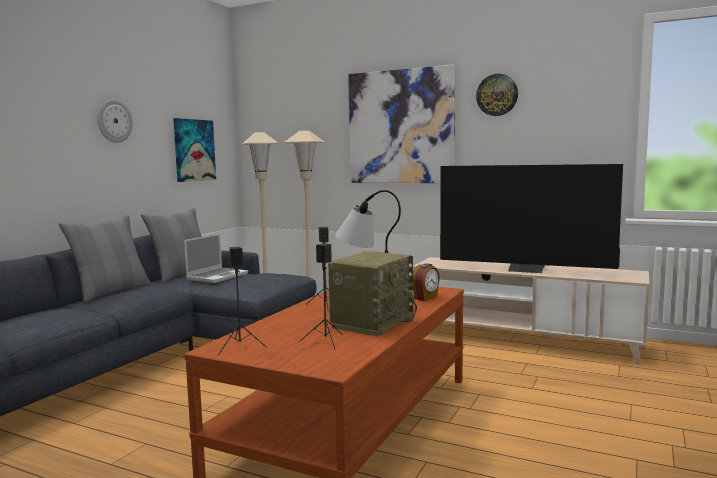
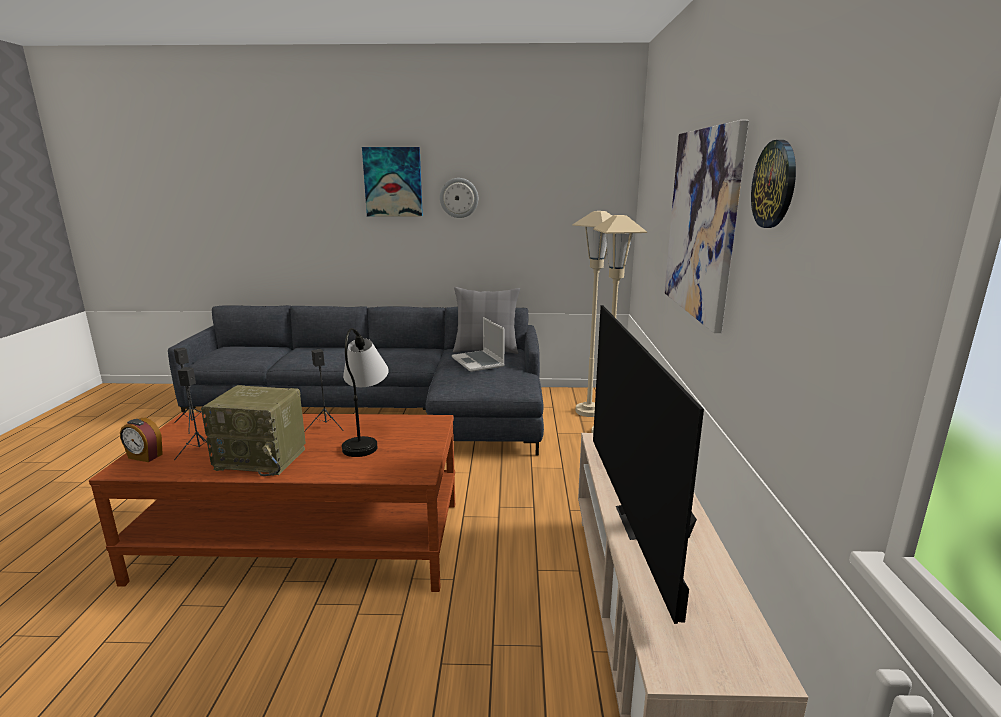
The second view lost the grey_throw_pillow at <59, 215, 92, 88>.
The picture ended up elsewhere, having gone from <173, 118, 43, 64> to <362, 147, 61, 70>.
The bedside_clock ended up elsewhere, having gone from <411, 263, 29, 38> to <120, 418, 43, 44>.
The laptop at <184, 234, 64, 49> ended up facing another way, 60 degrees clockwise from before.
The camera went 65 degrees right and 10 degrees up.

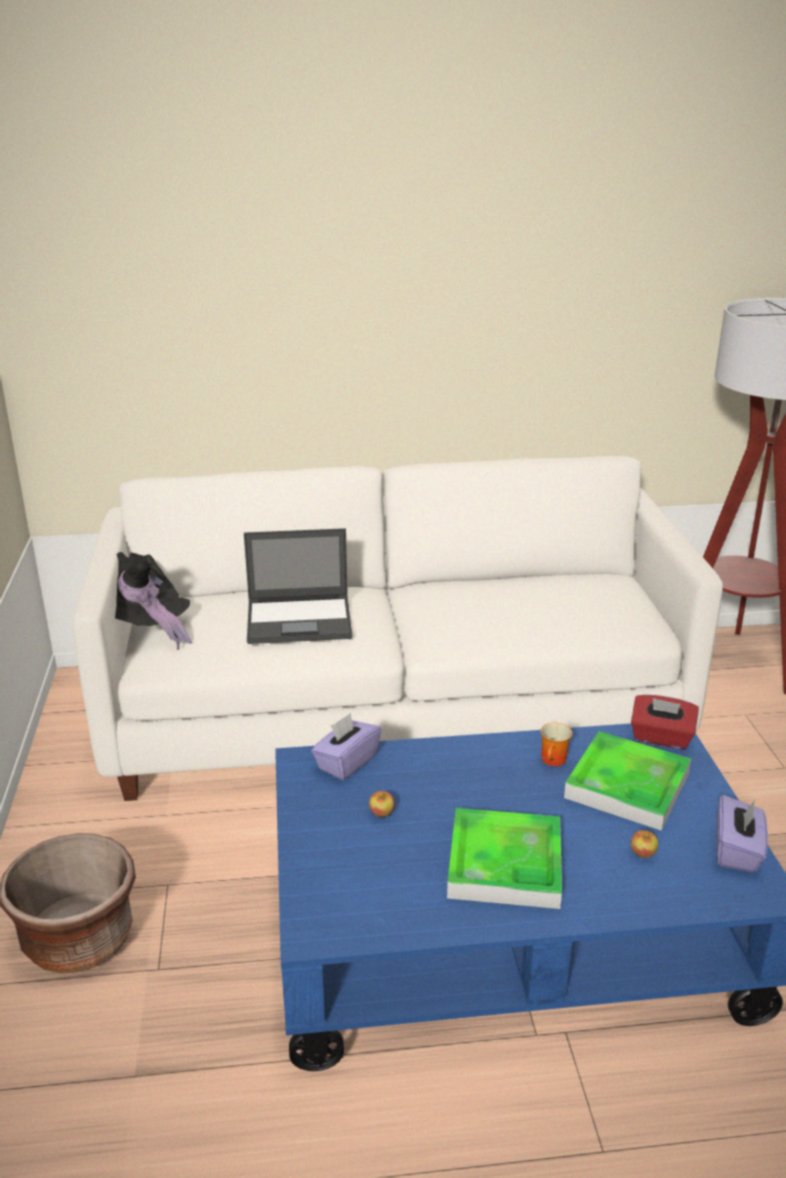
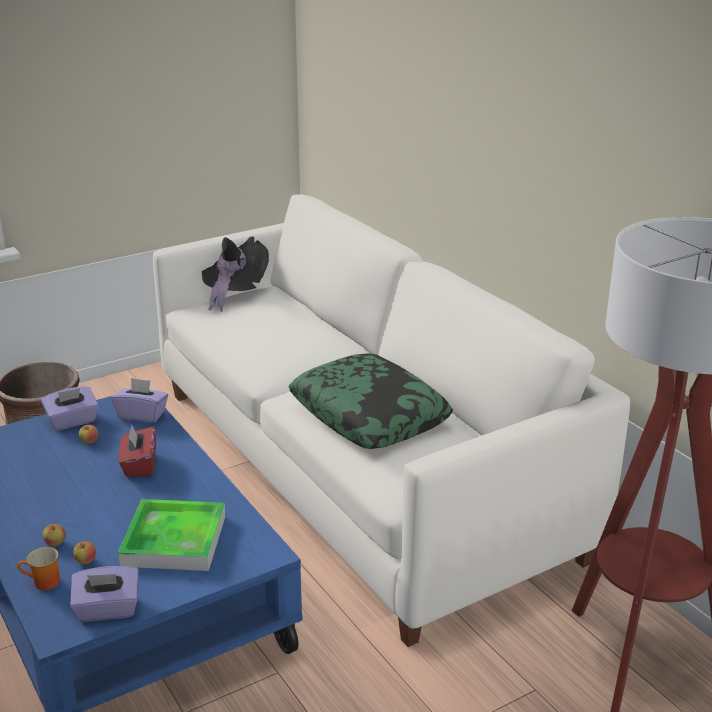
The second view lost the laptop at <244, 528, 108, 116>.
The second view lost the tray at <447, 808, 115, 101>.
The second view gained the purplish_tissue_holder at <41, 387, 58, 44>.
The second view gained the apple_fruit at <43, 524, 23, 22>.
The second view gained the throw_pillow at <288, 354, 165, 95>.
The tea_mug ended up elsewhere, having gone from <541, 723, 31, 43> to <17, 547, 43, 43>.
The red-coloured_tissue_holder ended up elsewhere, having gone from <631, 695, 68, 54> to <119, 425, 37, 52>.
The camera went 65 degrees right and 0 degrees up.

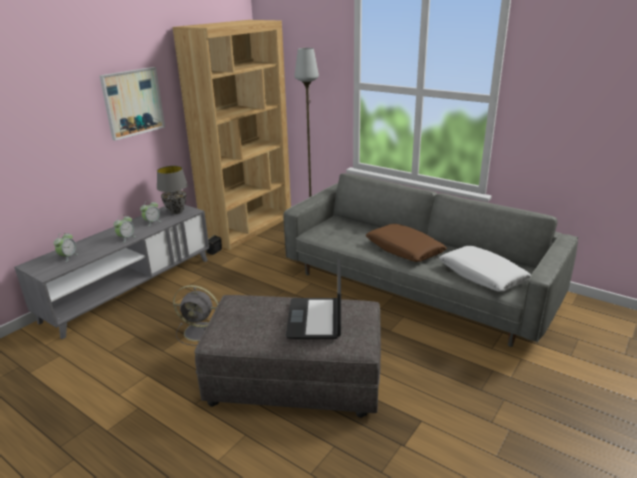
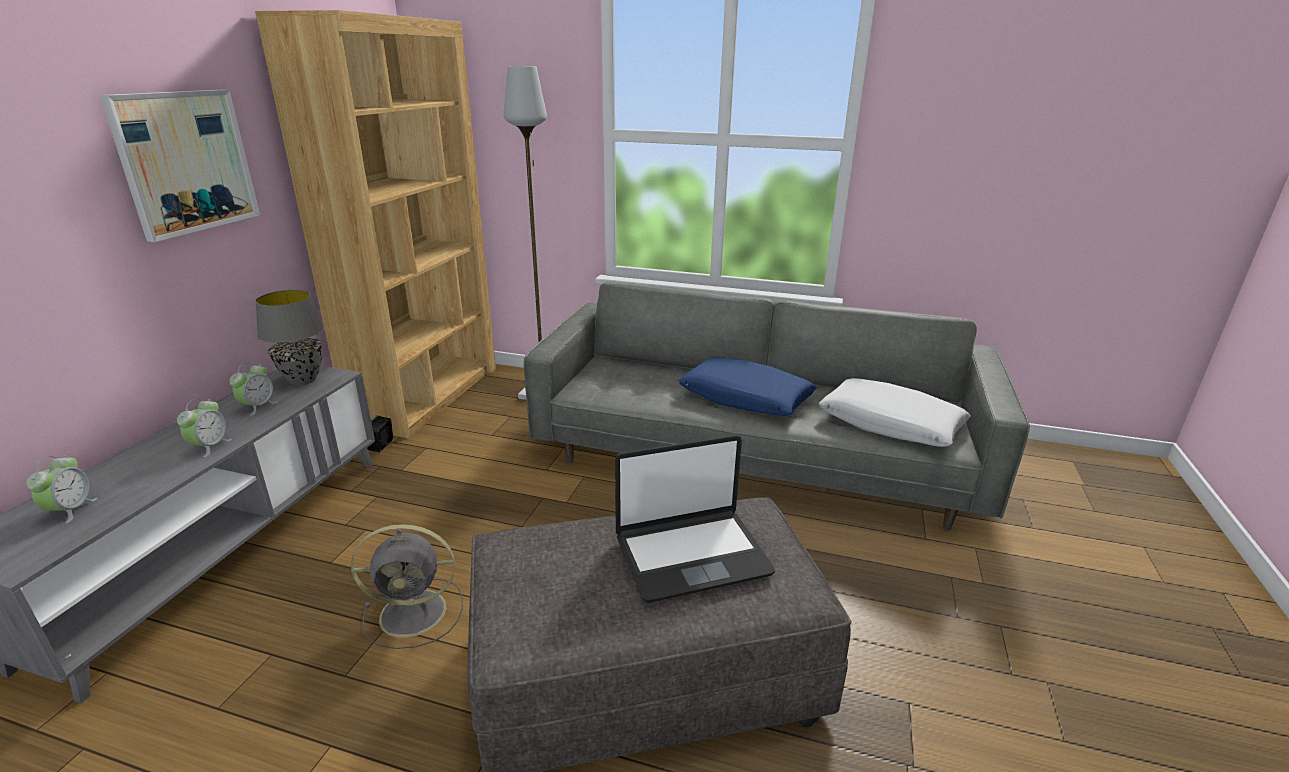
What was the brown_throw_pillow at <366, 224, 81, 38> turned into the blue_throw_pillow at <678, 357, 139, 59>.
The laptop at <286, 258, 55, 81> ended up facing another way, 90 degrees counterclockwise from before.
The camera went 20 degrees left and 0 degrees up.

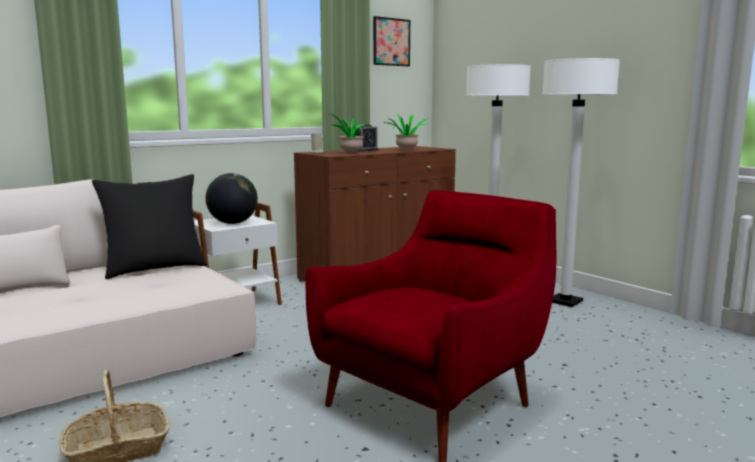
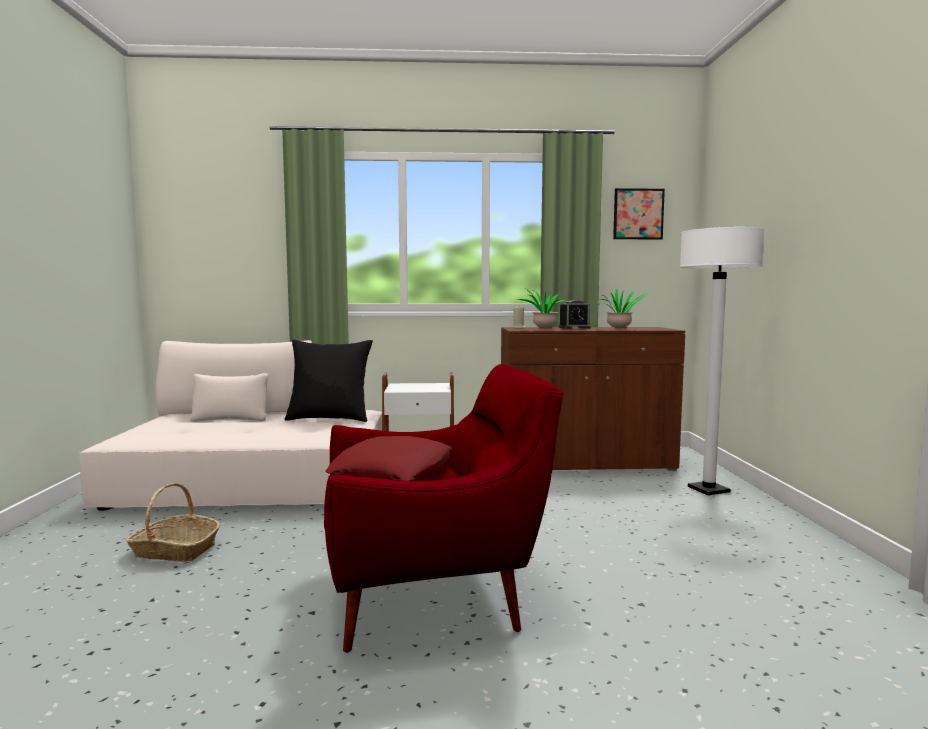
The second view lost the desk_globe at <206, 173, 52, 51>.
The second view lost the white_floor_lamp at <542, 58, 78, 249>.
The second view gained the red-coloured_throw_pillow at <325, 436, 128, 45>.
The camera went 35 degrees right and 5 degrees down.

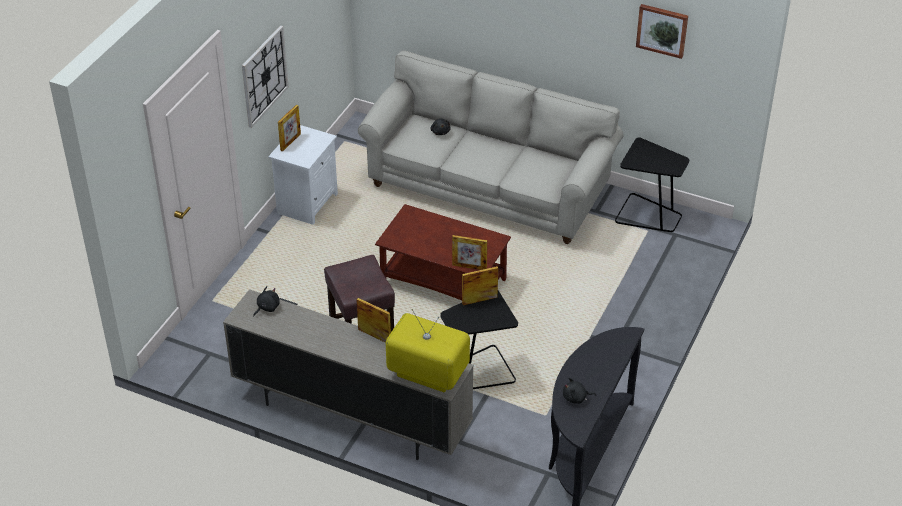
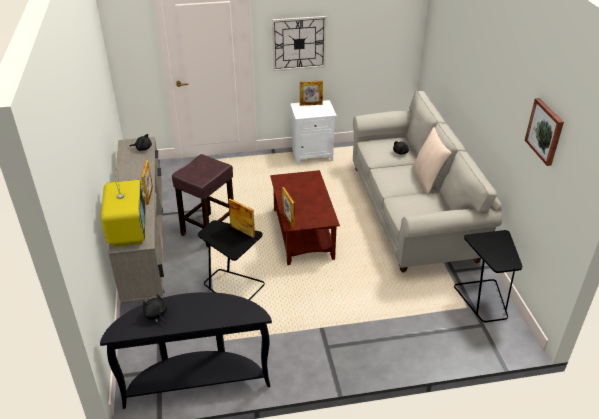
The second view gained the beige_throw_pillow at <412, 127, 40, 67>.
The camera went 55 degrees right and 5 degrees down.

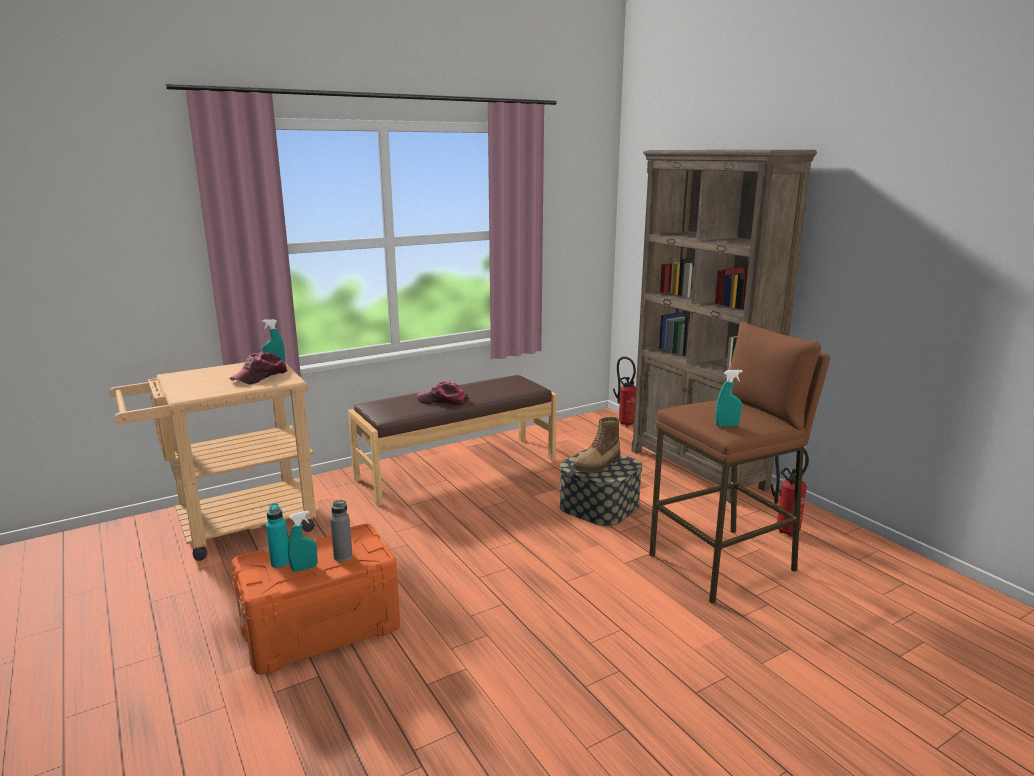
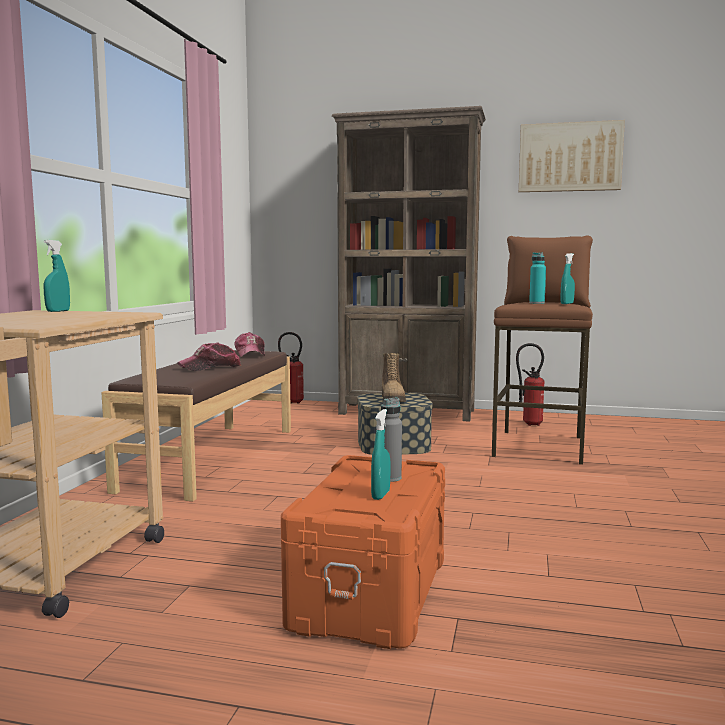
The second view gained the picture at <519, 120, 106, 72>.
The baseball_cap ended up elsewhere, having gone from <230, 352, 58, 32> to <234, 332, 31, 25>.
The turquoise_drink_bottle ended up elsewhere, having gone from <266, 503, 24, 65> to <529, 252, 17, 52>.
The camera went 45 degrees left and 10 degrees down.

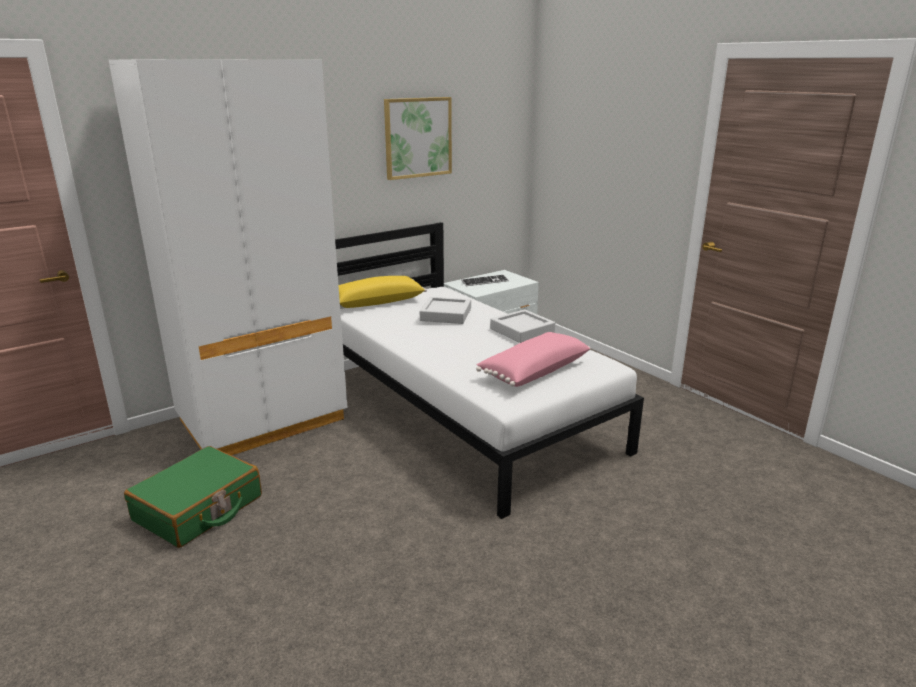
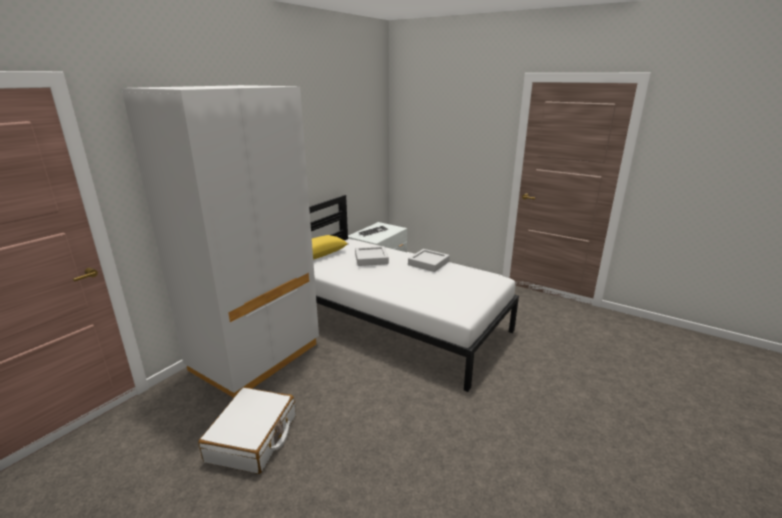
The second view lost the picture at <384, 97, 68, 83>.
The second view lost the pink-coloured_throw_pillow at <476, 332, 115, 55>.
What was the greenish_piece_of_luggage at <124, 446, 138, 102> turned into the white_piece_of_luggage at <198, 387, 98, 87>.
The camera went 20 degrees left and 0 degrees up.

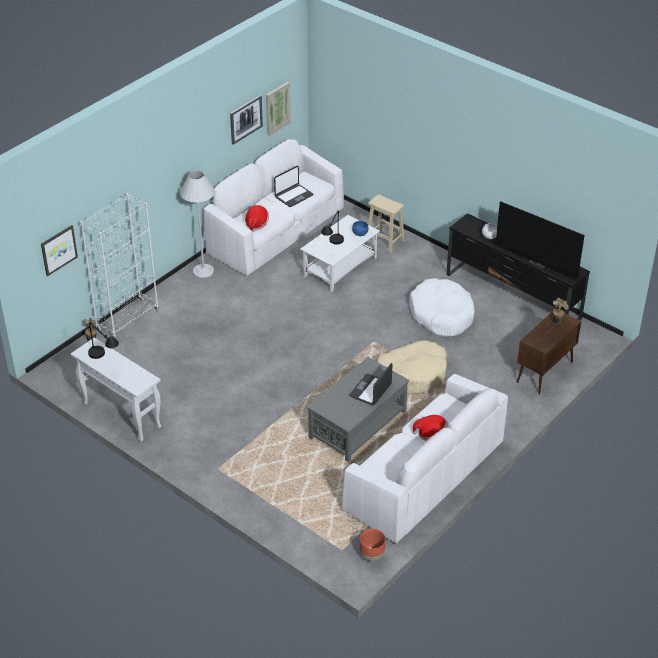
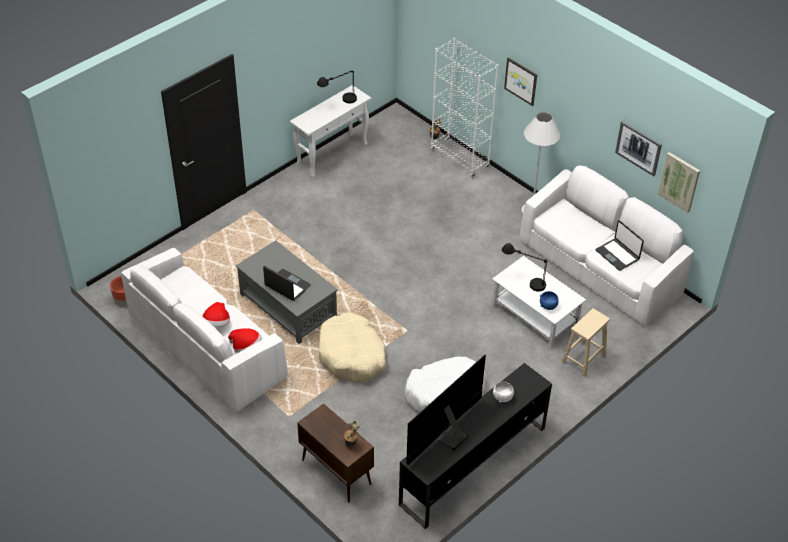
The picture ended up elsewhere, having gone from <41, 225, 37, 51> to <504, 57, 33, 49>.
The clothing_hat ended up elsewhere, having gone from <245, 205, 24, 28> to <228, 328, 34, 25>.
The camera went 95 degrees right and 5 degrees up.

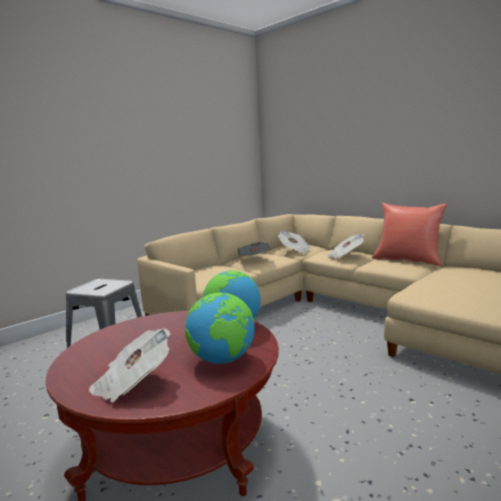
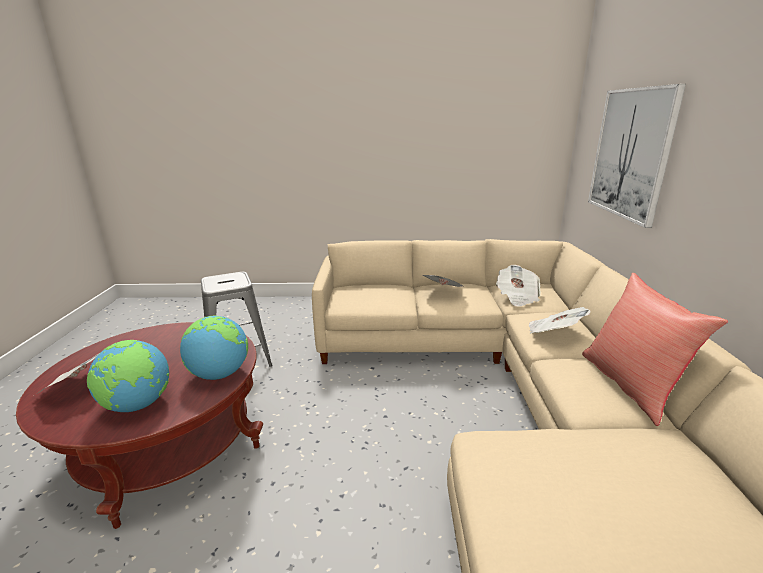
The second view gained the picture at <588, 84, 98, 144>.
The camera went 45 degrees right and 10 degrees up.

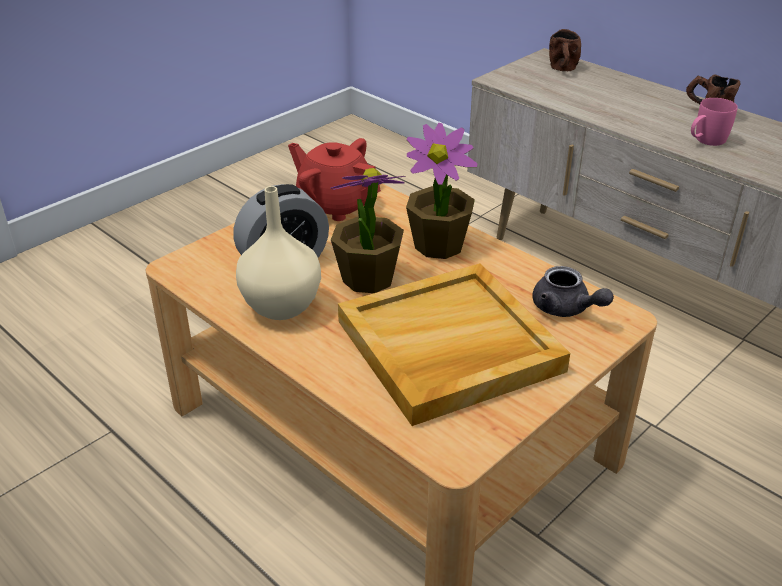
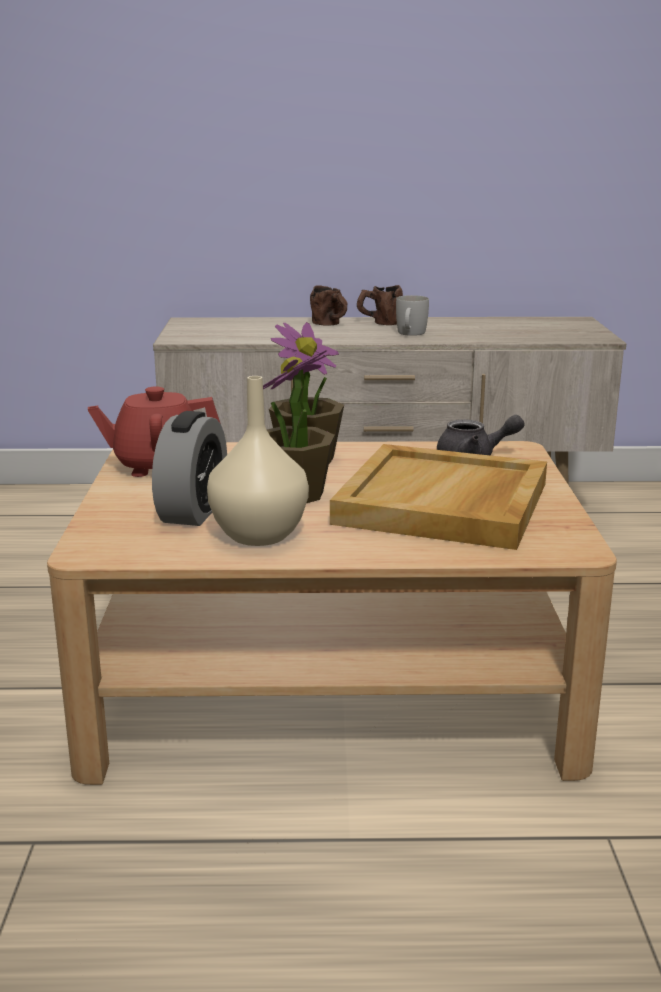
The brown_tea_mug ended up elsewhere, having gone from <549, 29, 32, 42> to <310, 285, 38, 41>.
What was the pink-coloured_tea_mug at <691, 98, 47, 48> turned into the white_tea_mug at <396, 295, 33, 41>.
The camera went 45 degrees left and 15 degrees down.

